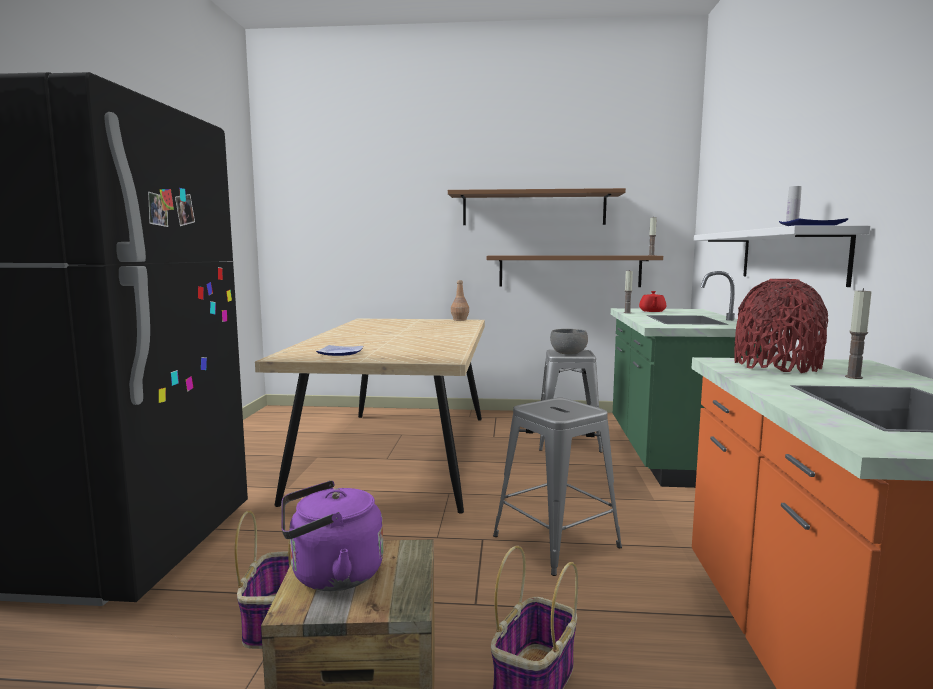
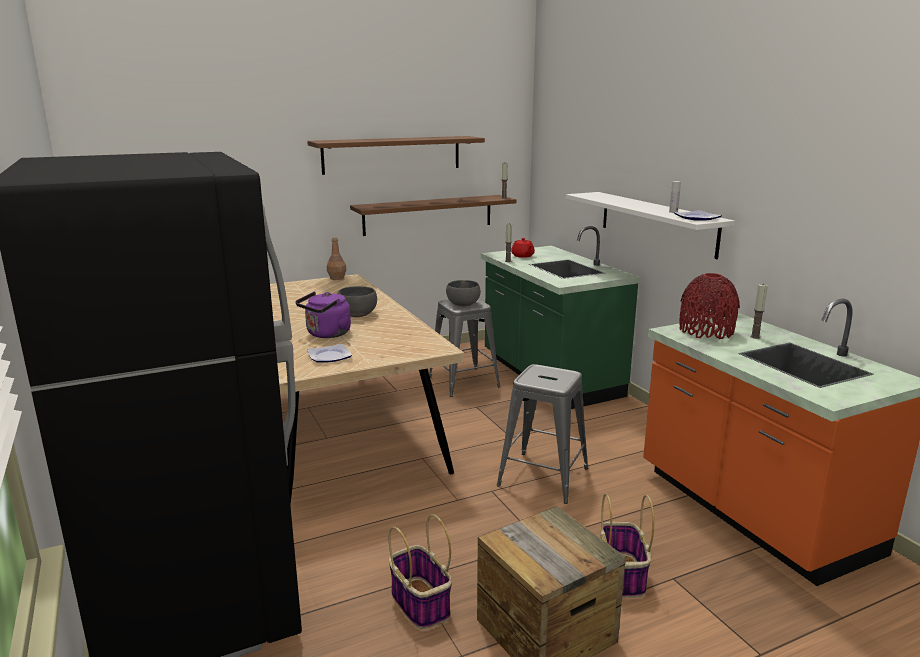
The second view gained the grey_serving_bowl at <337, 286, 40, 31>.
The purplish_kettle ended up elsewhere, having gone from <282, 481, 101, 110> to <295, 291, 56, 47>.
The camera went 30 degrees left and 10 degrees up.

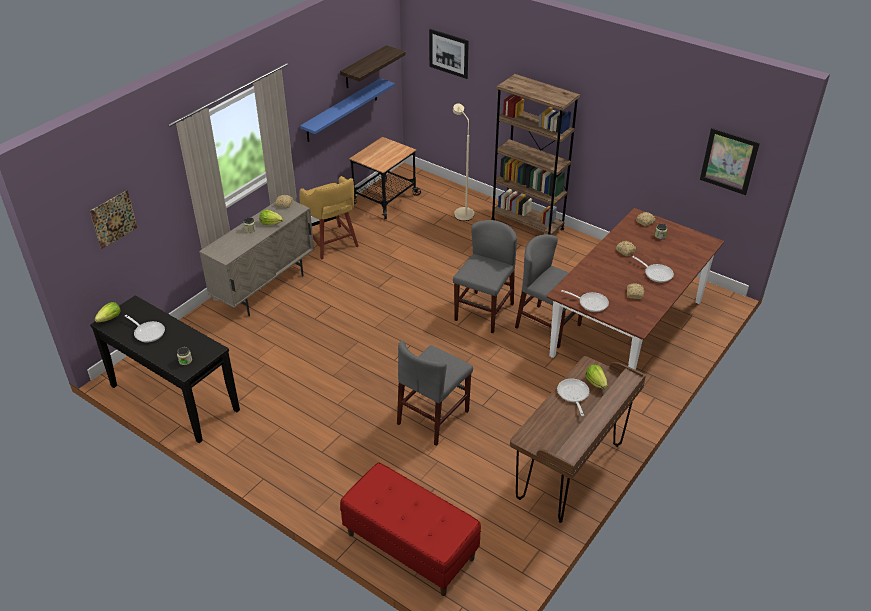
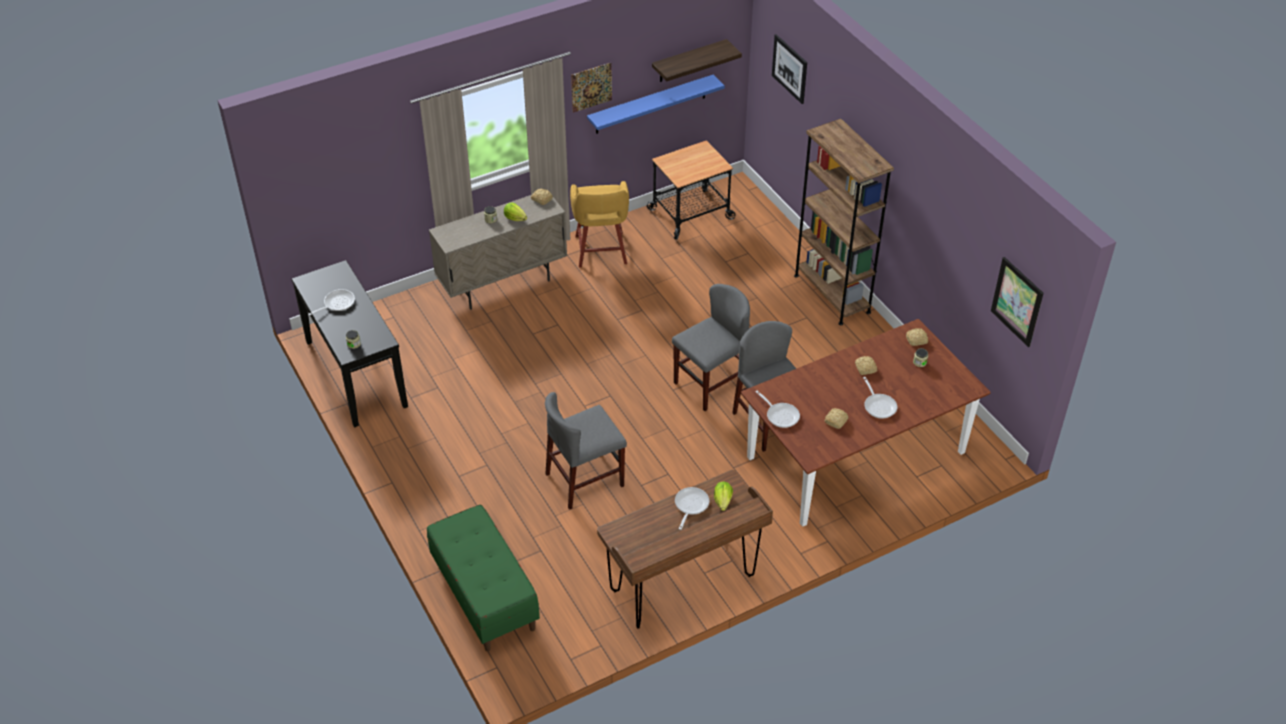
The second view lost the head_of_lettuce at <94, 302, 26, 20>.
The second view lost the beige_floor_lamp at <453, 104, 21, 117>.
The picture ended up elsewhere, having gone from <90, 190, 47, 59> to <571, 63, 41, 49>.
What was the red-coloured_bench at <340, 462, 141, 134> turned into the greenish_bench at <427, 505, 113, 146>.
The pan at <125, 315, 40, 28> ended up facing another way, 105 degrees counterclockwise from before.
The camera went 25 degrees right and 5 degrees up.

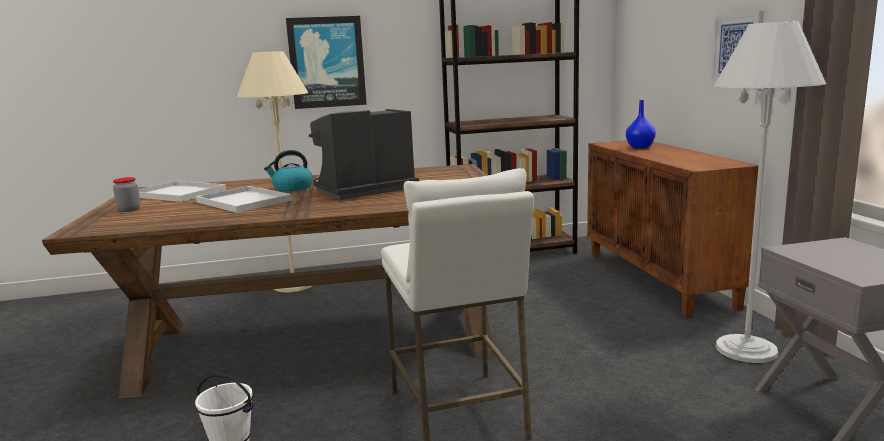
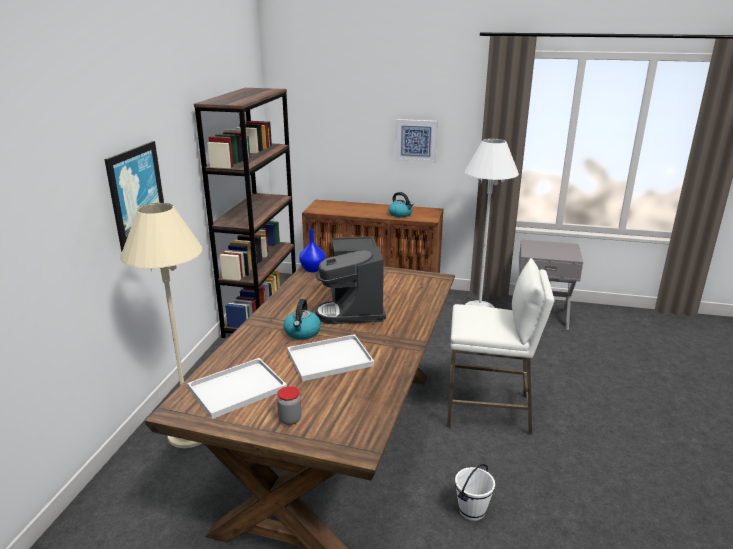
The second view gained the kettle at <388, 192, 25, 25>.
The blue_flower_vase ended up elsewhere, having gone from <626, 100, 30, 49> to <299, 229, 27, 43>.
The camera went 65 degrees left and 10 degrees up.

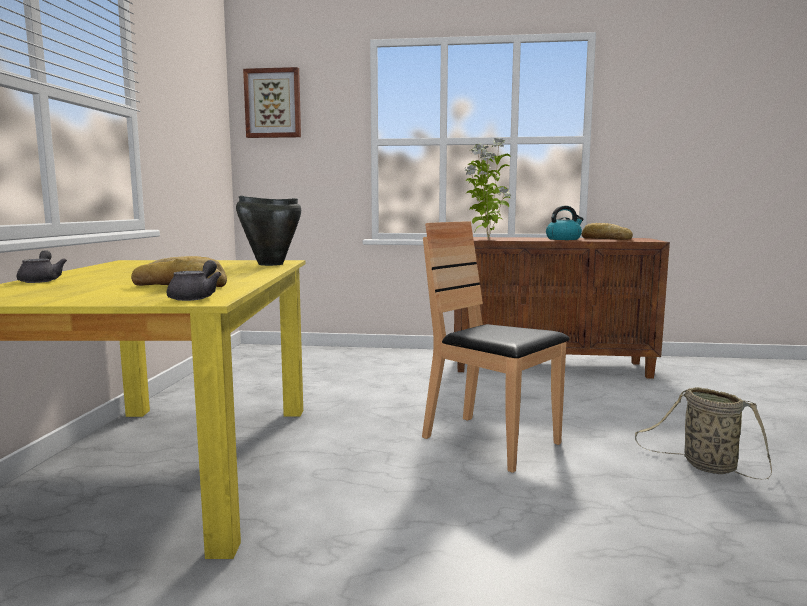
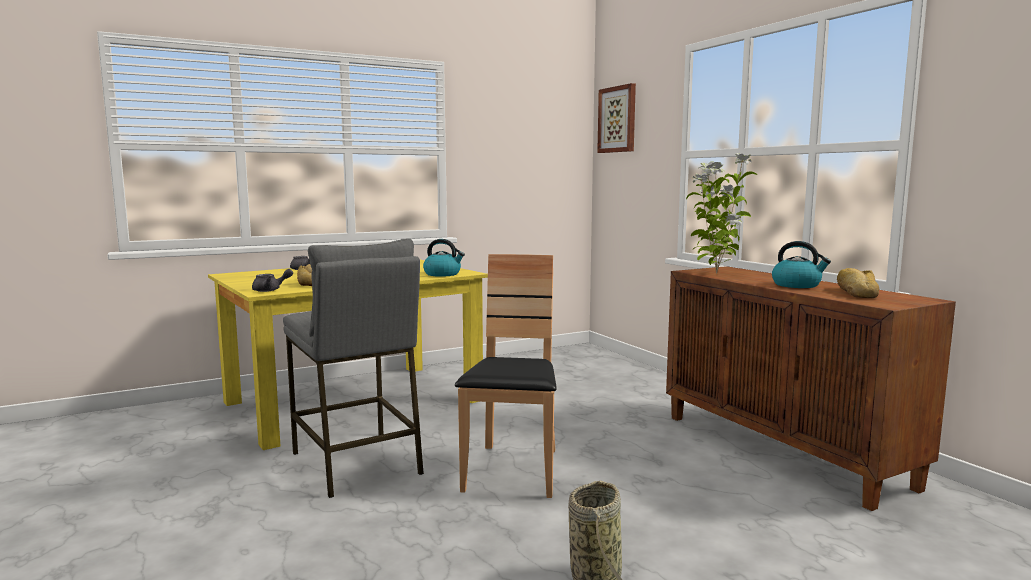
The second view gained the grey_stool_seat at <283, 239, 141, 259>.
Where the blackish_saucepot stood at <236, 196, 65, 70>, the kettle came to stand at <423, 239, 42, 38>.
The camera went 55 degrees right and 0 degrees up.

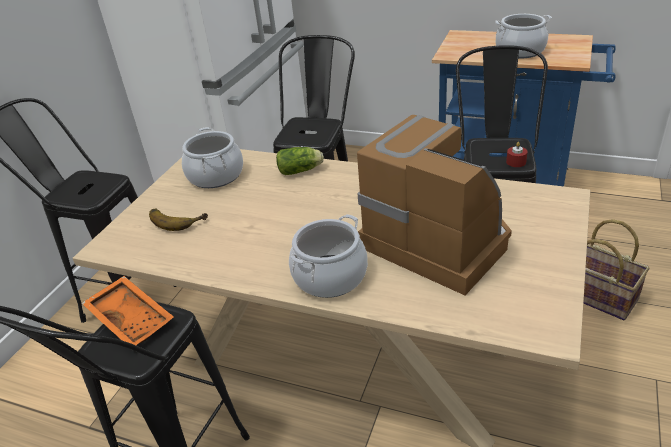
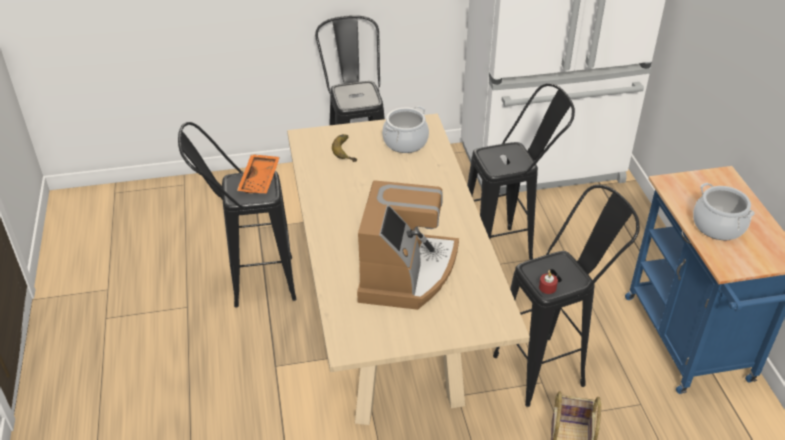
The second view lost the head_of_lettuce at <276, 147, 48, 28>.
The second view lost the saucepot at <289, 214, 79, 84>.
The camera went 55 degrees right and 5 degrees up.

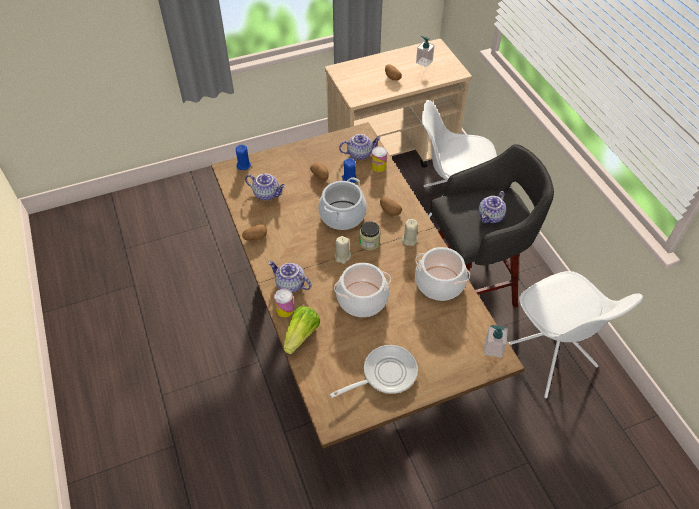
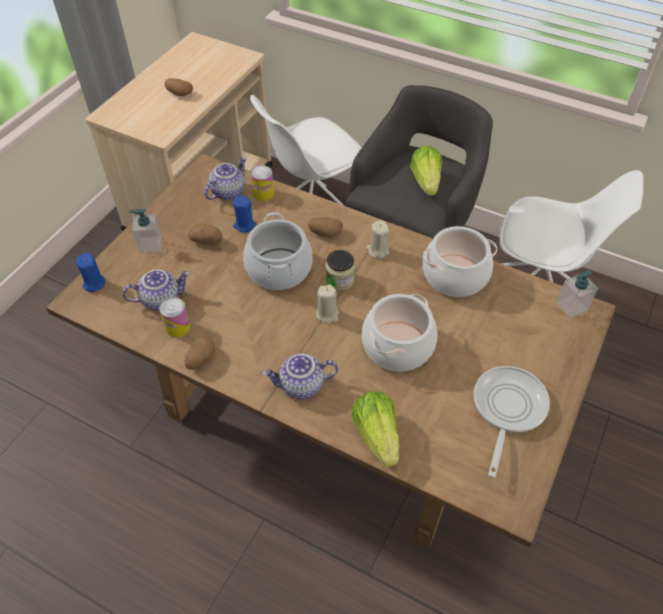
The sealed_can ended up elsewhere, having gone from <274, 288, 20, 29> to <159, 297, 31, 40>.
The soap_bottle ended up elsewhere, having gone from <416, 36, 19, 31> to <129, 209, 33, 44>.
Where the pot_for_tea stood at <478, 191, 28, 32>, the head_of_lettuce came to stand at <410, 146, 32, 50>.
The camera went 40 degrees left and 0 degrees up.

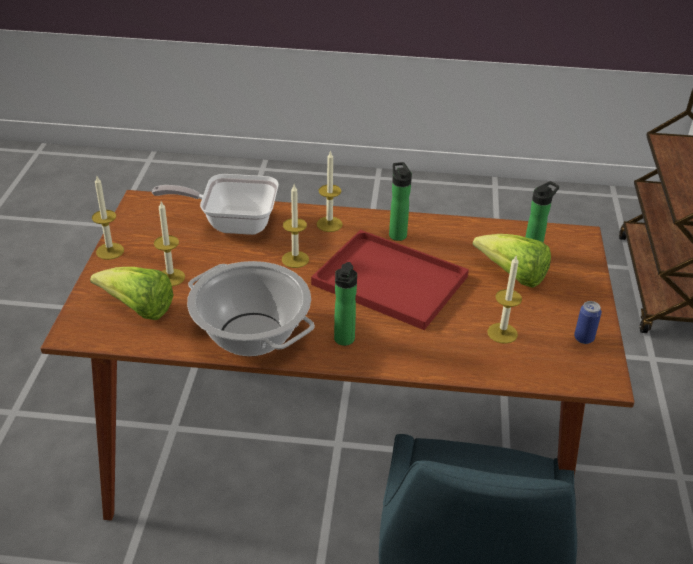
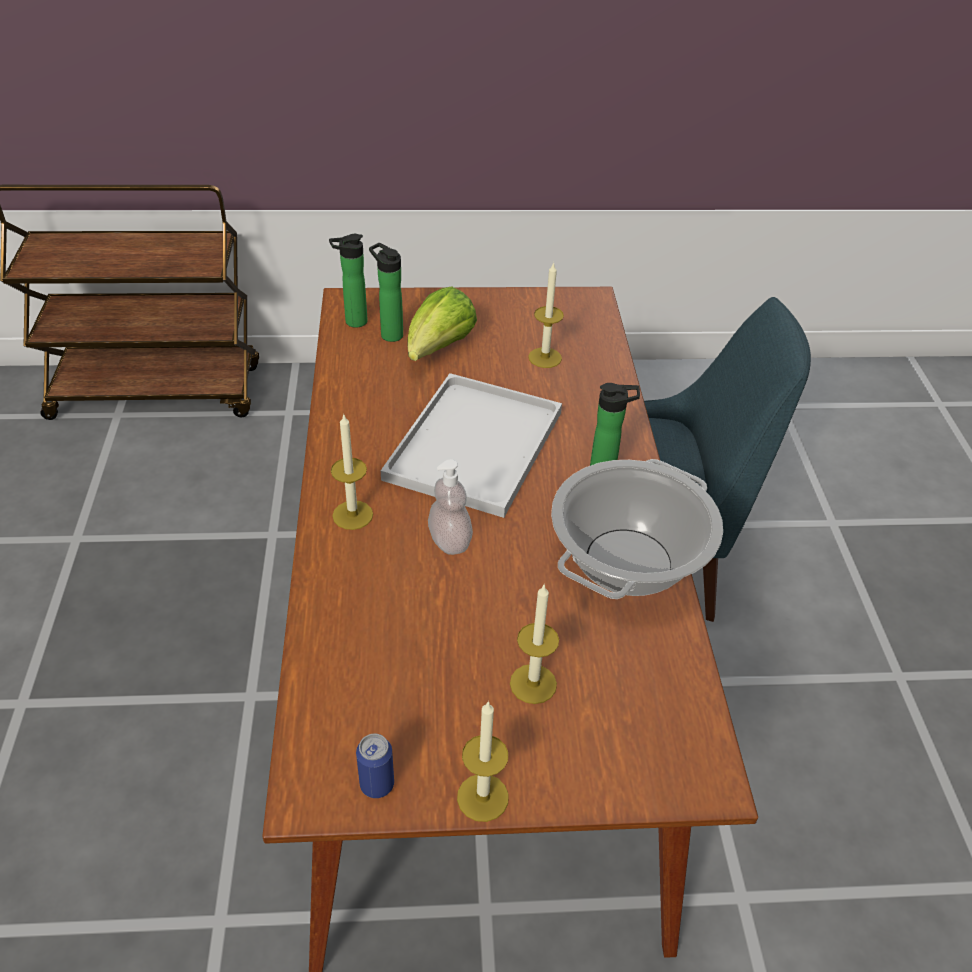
The second view lost the head_of_lettuce at <90, 267, 84, 53>.
The second view lost the pan at <152, 174, 127, 61>.
The drink_bottle ended up elsewhere, having gone from <389, 162, 23, 79> to <329, 234, 39, 94>.
The sealed_can ended up elsewhere, having gone from <574, 301, 28, 43> to <356, 733, 38, 65>.
Where the candle stood at <282, 185, 27, 83>, the soap_bottle came to stand at <428, 459, 45, 96>.
What was the red-coloured_tray at <311, 230, 158, 100> turned into the white_tray at <381, 373, 181, 145>.
The camera went 100 degrees left and 5 degrees up.

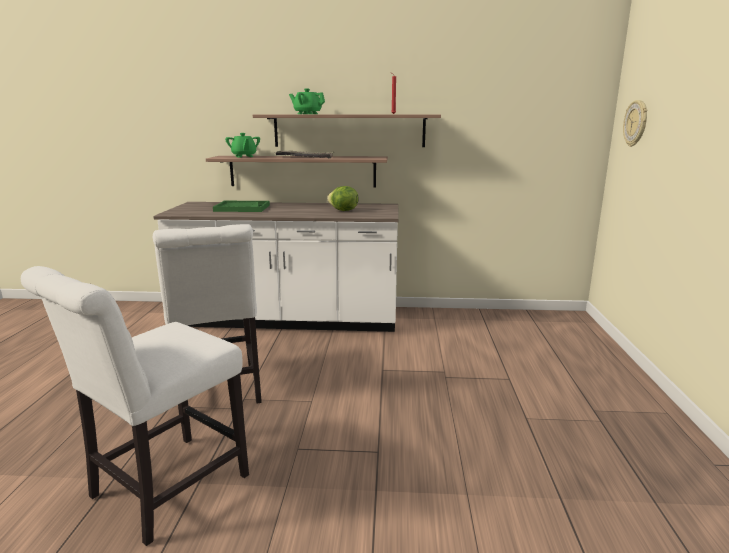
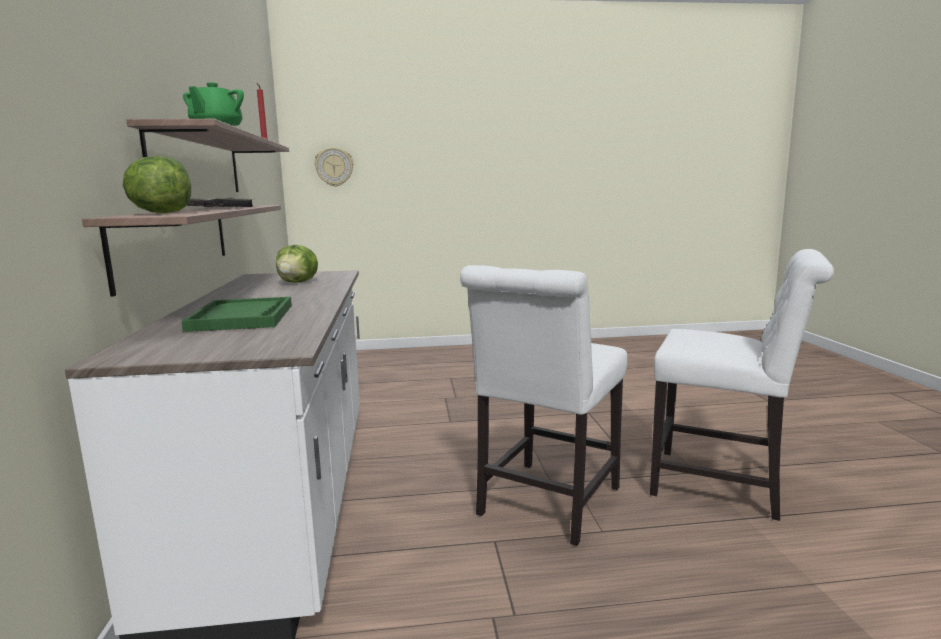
Where the greenish_pot_for_tea stood at <225, 133, 35, 24>, the head_of_lettuce came to stand at <122, 156, 69, 57>.
The white_upright_chair at <153, 224, 109, 191> ended up facing another way, 150 degrees clockwise from before.
The camera went 100 degrees left and 5 degrees down.

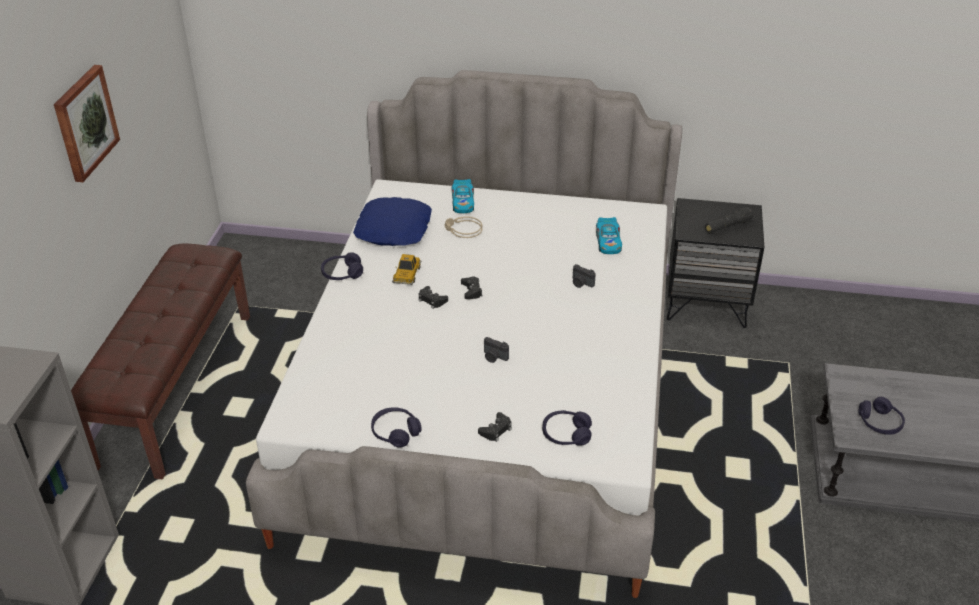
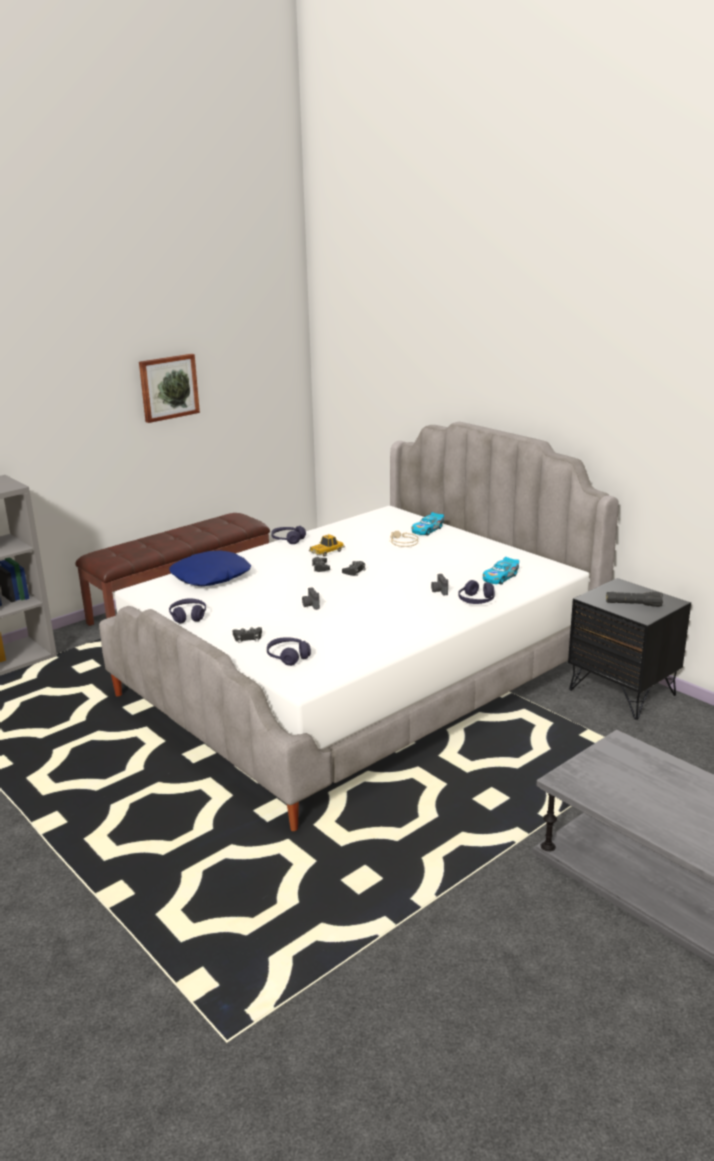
The blue_throw_pillow ended up elsewhere, having gone from <353, 197, 79, 49> to <169, 550, 82, 36>.
The purplish_headset ended up elsewhere, having gone from <858, 397, 47, 38> to <458, 580, 37, 24>.
The camera went 40 degrees right and 15 degrees down.

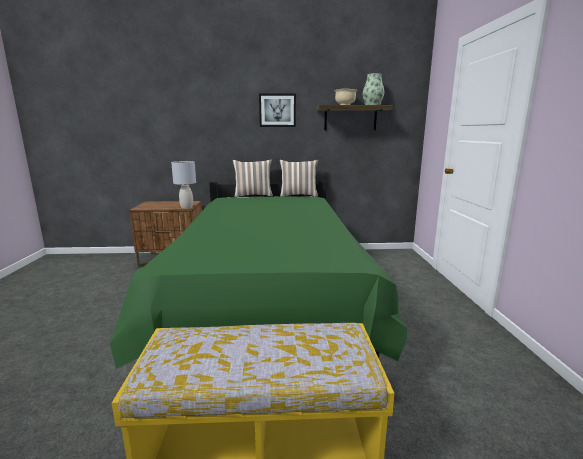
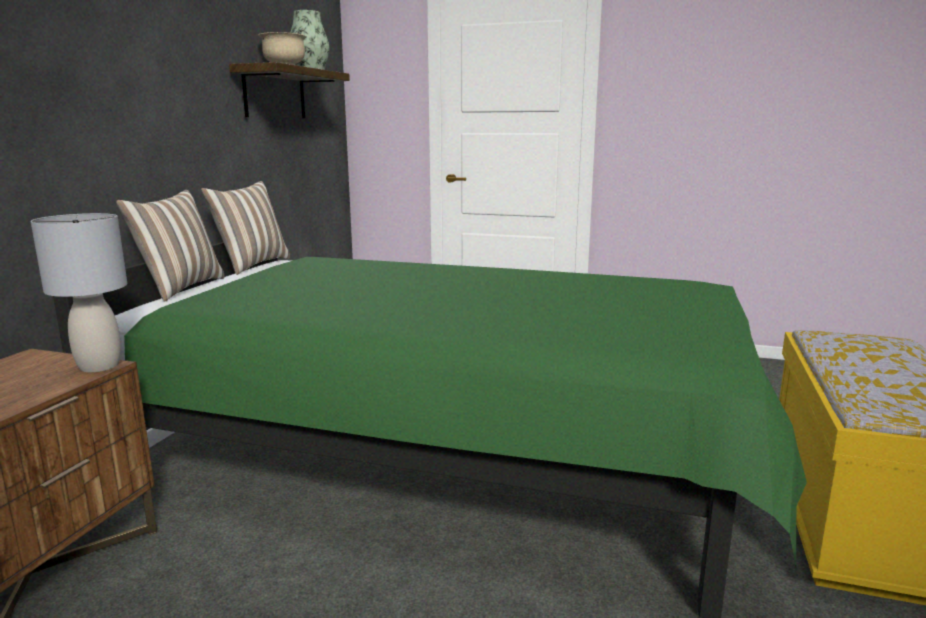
The second view lost the picture at <259, 93, 37, 34>.
The camera went 70 degrees left and 0 degrees up.

